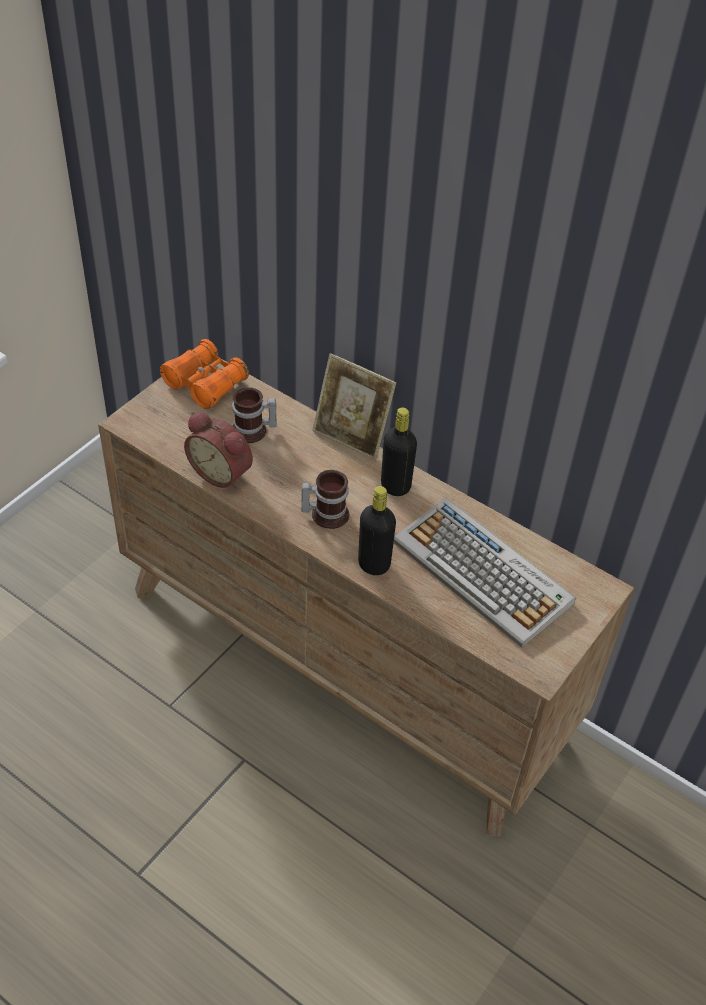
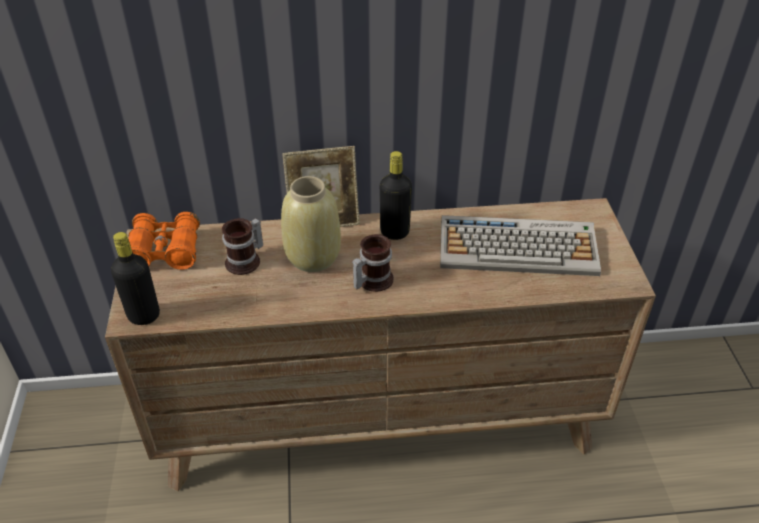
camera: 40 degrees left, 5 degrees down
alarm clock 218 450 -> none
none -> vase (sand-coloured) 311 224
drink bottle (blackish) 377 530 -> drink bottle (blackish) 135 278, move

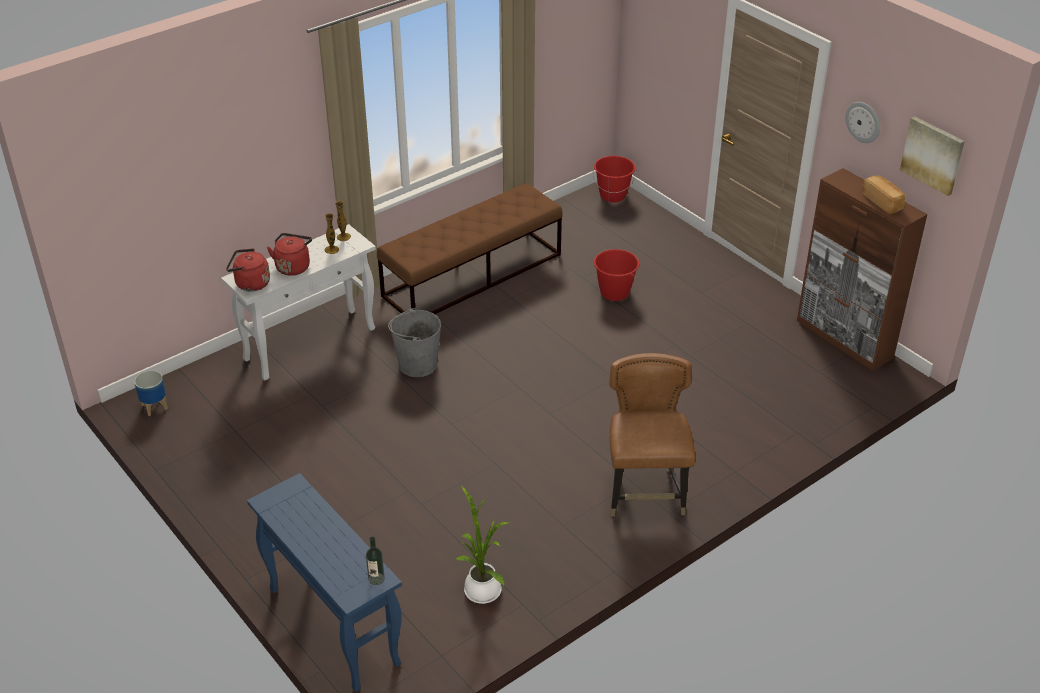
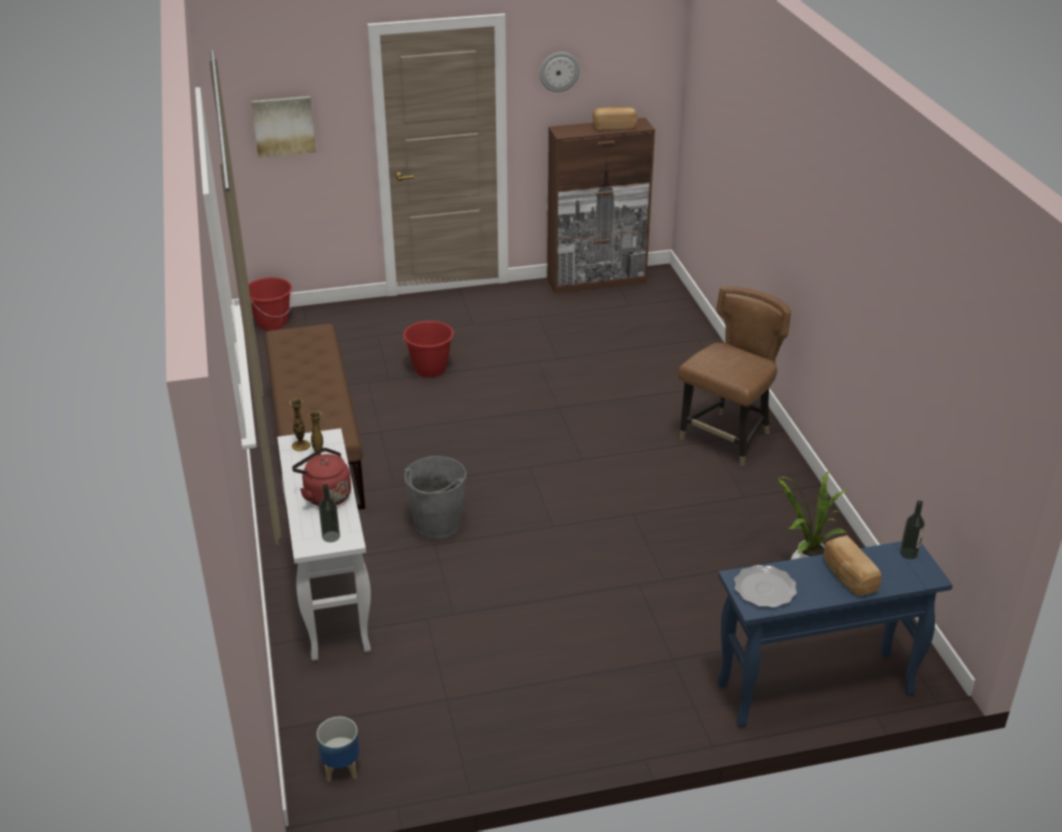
camera: 65 degrees left, 5 degrees down
none -> dinner plate 765 586
none -> bread 852 565
wall art 932 156 -> wall art 283 127, move
water kettle (red) 248 269 -> drink bottle 329 513
upright chair (brownish) 652 435 -> upright chair (brownish) 734 376, 105 degrees clockwise

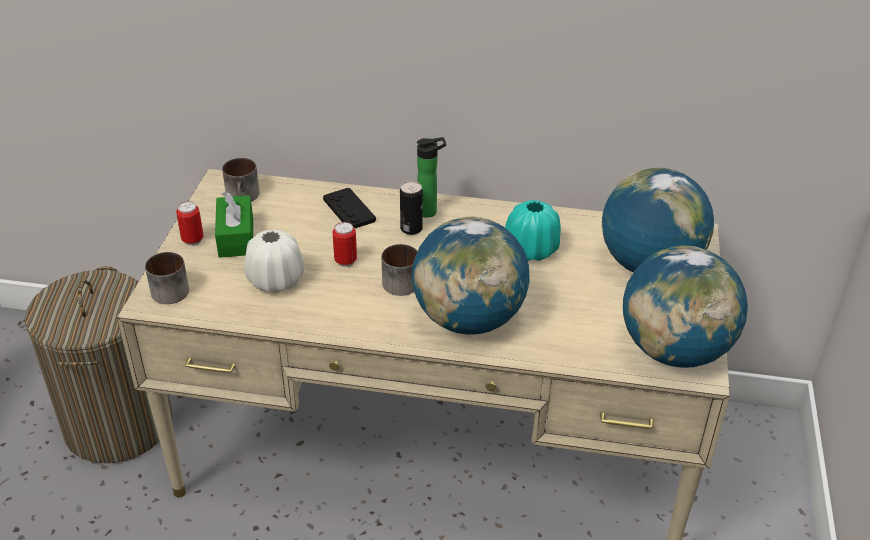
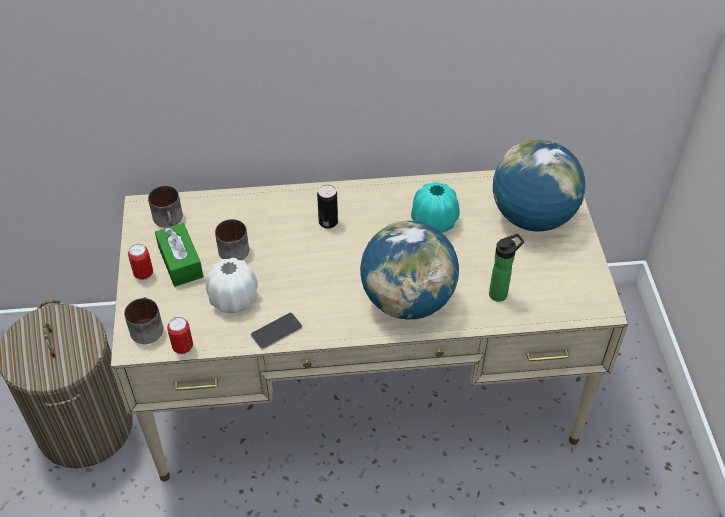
camera: 15 degrees left, 10 degrees up
gamepad (blackish) 349 208 -> none
world globe 685 307 -> none
none -> phone 277 331
sealed can 344 244 -> sealed can 180 335, move
coffee mug 400 270 -> coffee mug 232 239, move
drink bottle 431 177 -> drink bottle 506 268, move

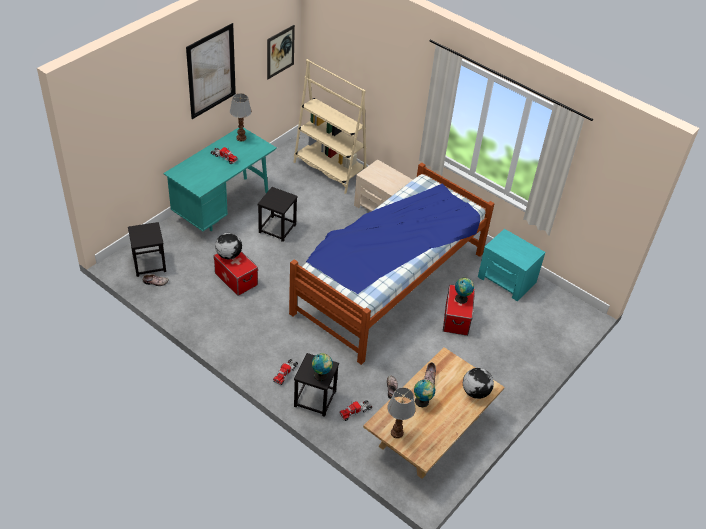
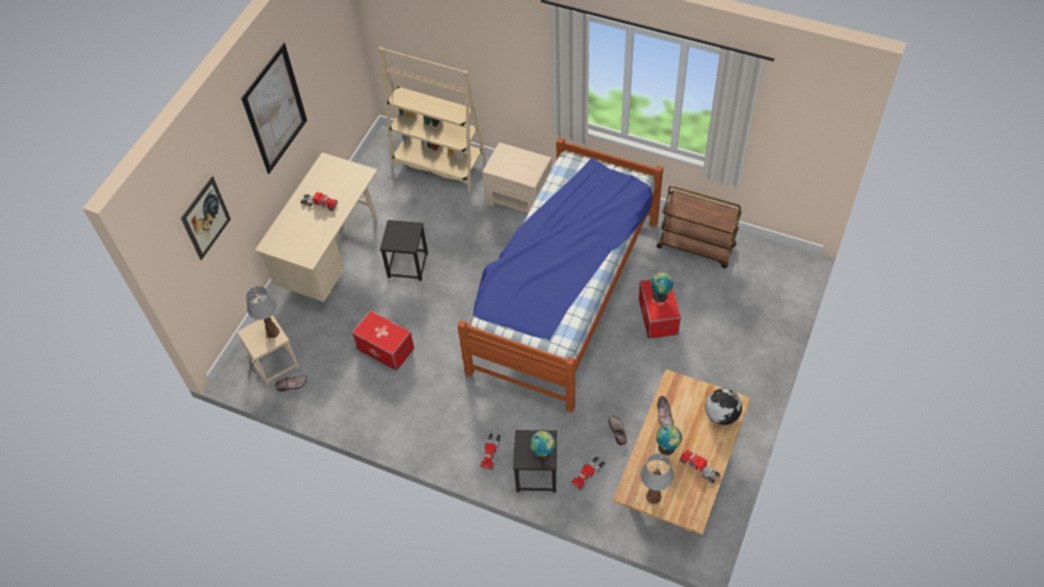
camera: 10 degrees left, 10 degrees up
world globe 228 246 -> none
none -> toy lorry 699 467
tabletop lamp 241 117 -> tabletop lamp 263 312, move
wall art 281 52 -> wall art 206 218, move
night table (blue-green) 511 265 -> wheeled cart (brownish) 699 226
stool seat (blackish) 147 249 -> stool seat (sand-coloured) 268 350
desk unit (blue-green) 220 179 -> desk unit (sand-coloured) 316 227

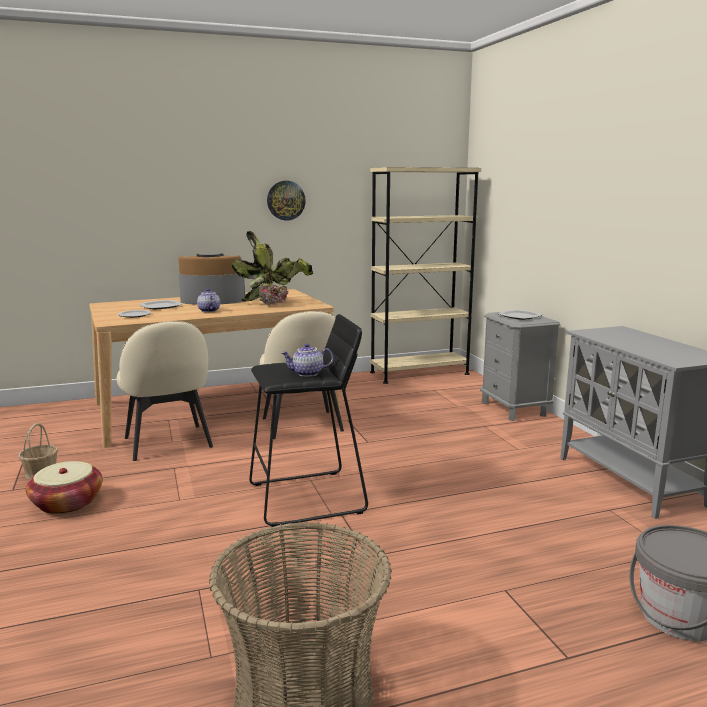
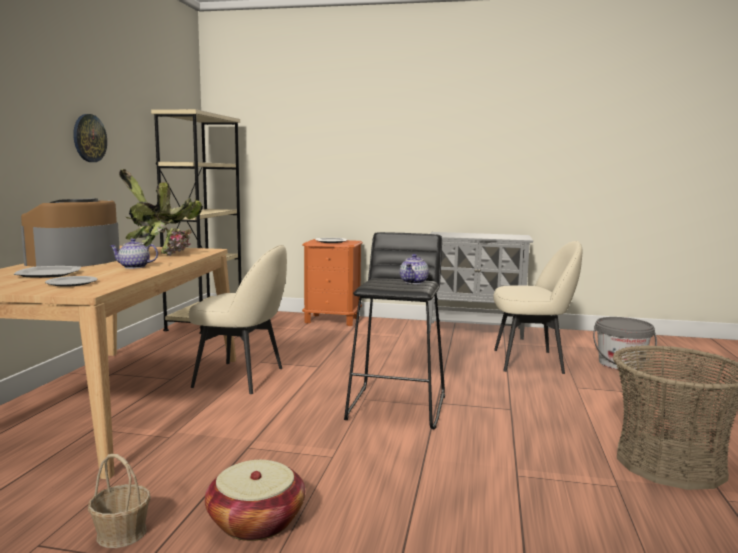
camera: 60 degrees left, 5 degrees down
upright chair (sand-coloured) 165 391 -> upright chair (sand-coloured) 537 307, move
night table (grey) 520 365 -> night table (orange) 332 282

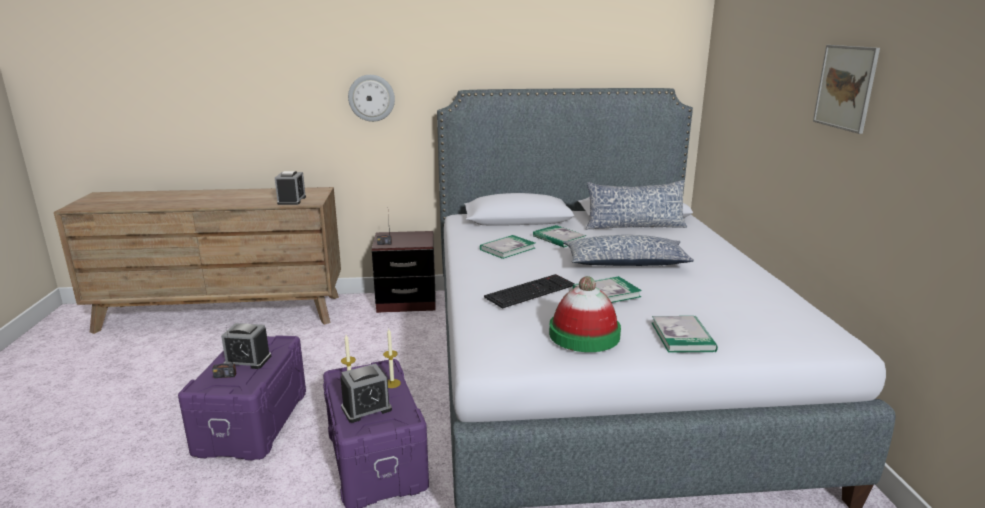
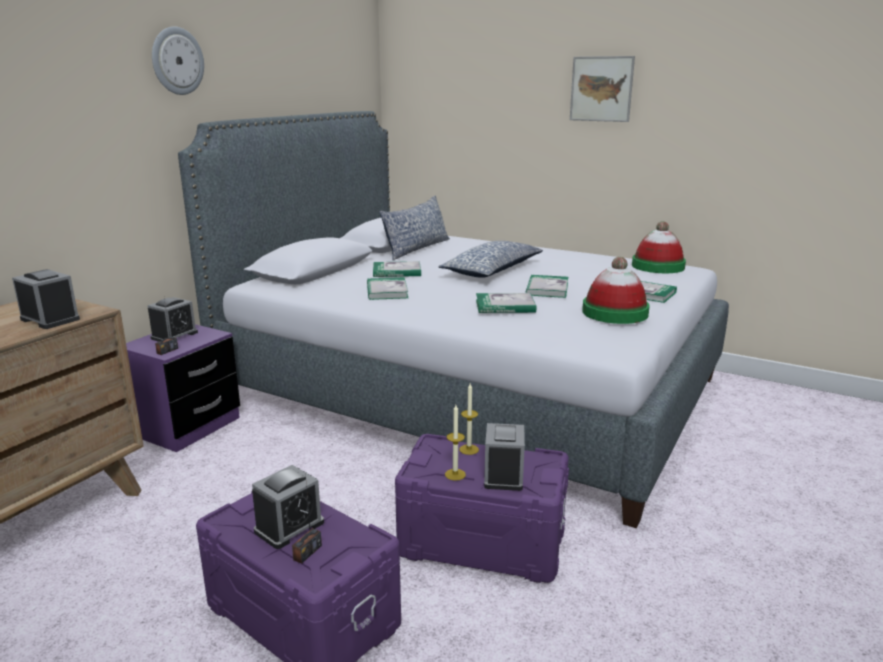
camera: 55 degrees left, 0 degrees up
none -> alarm clock 173 319
none -> clothing hat 659 247
clock on the wall 371 98 -> clock on the wall 178 60, move
keyboard 529 291 -> book 506 303
night table (brownish) 404 272 -> night table (purplish) 183 388

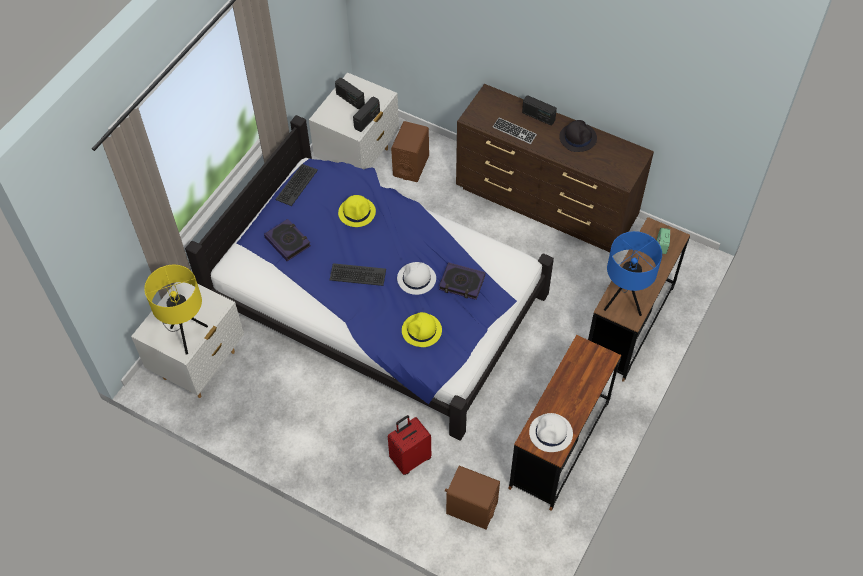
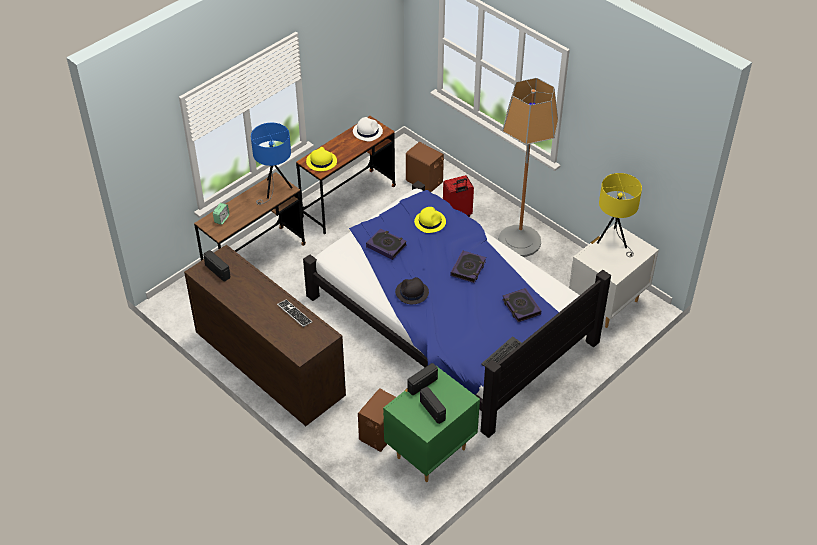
camera: 165 degrees left, 10 degrees down
clothing hat (white-coloured) 416 278 -> none
none -> standing lamp 528 167
clothing hat (yellow) 357 211 -> clothing hat (yellow) 321 159, move
radio set 539 110 -> radio set 216 265, move
clothing hat (blackish) 578 136 -> clothing hat (blackish) 412 290, move
keyboard 358 274 -> book 468 266
night table (white-coloured) 354 121 -> night table (greenish) 431 424

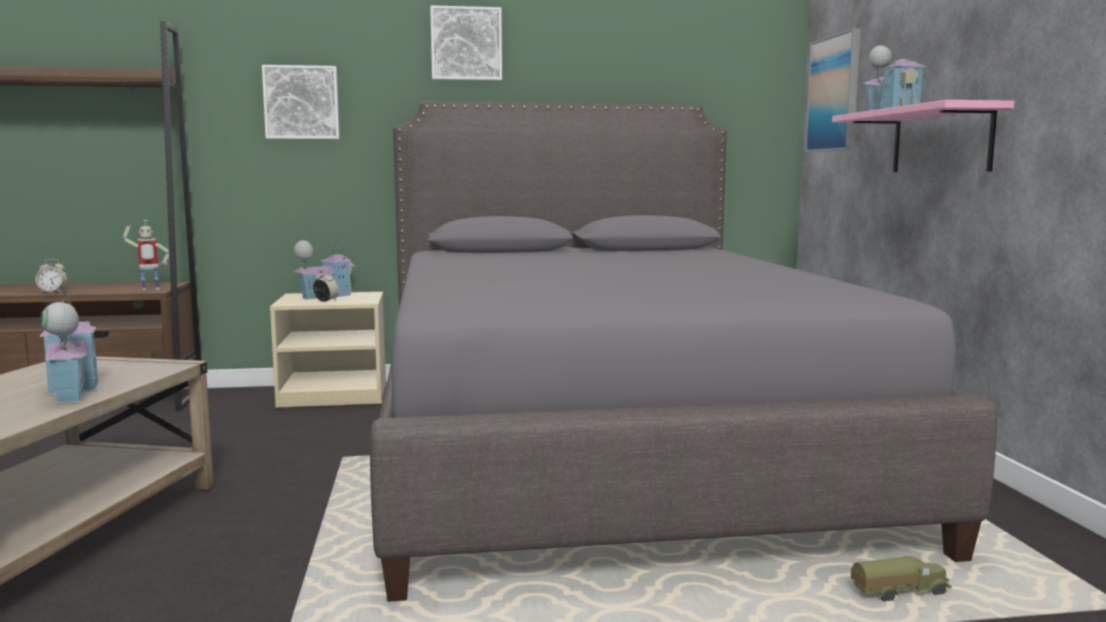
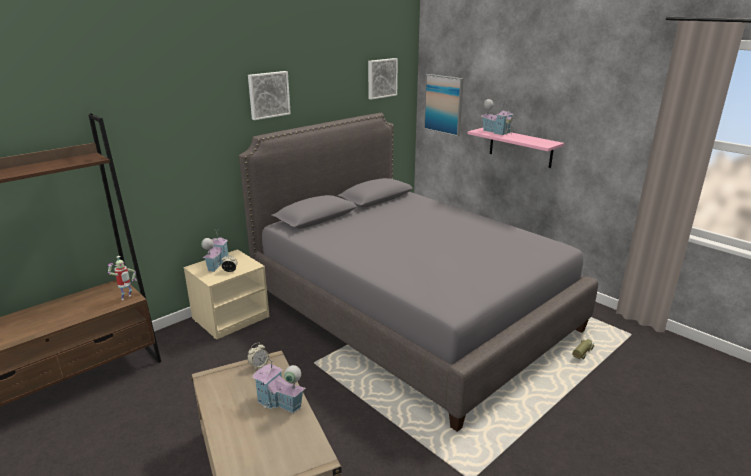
camera: 35 degrees left, 15 degrees up
alarm clock 52 276 -> alarm clock 258 356, move
wall art 301 102 -> wall art 383 79, move

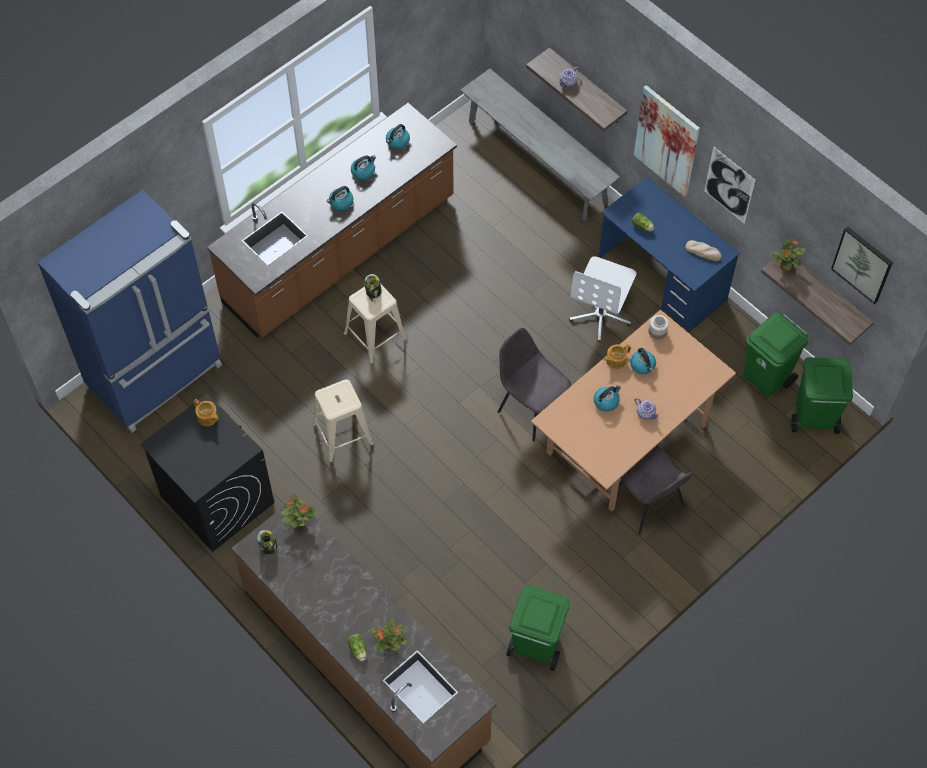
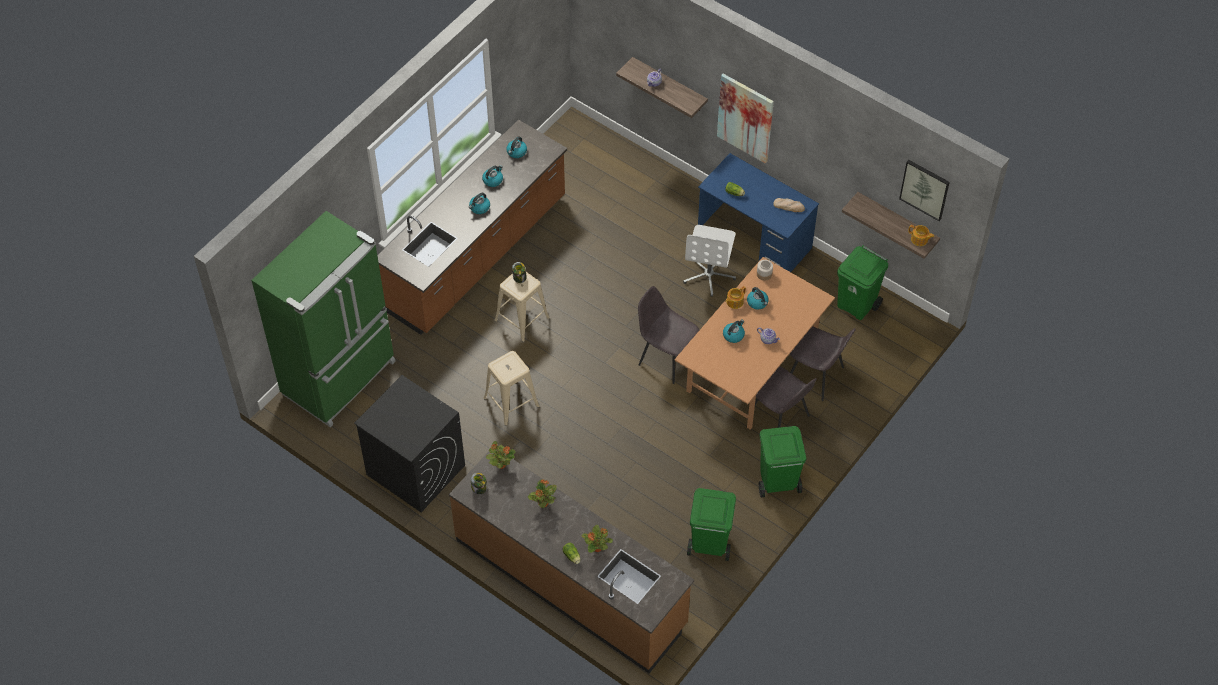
camera: 10 degrees left, 5 degrees down
indoor bench (grey) 540 144 -> none
wall art 729 185 -> none
none -> upright chair (grey) 823 363
pot for tea 206 412 -> pot for tea 921 235, move
plant in a pot 788 255 -> plant in a pot 542 493, move
waste bin (greenish) 822 395 -> waste bin (greenish) 782 462, move
kitchen fridge (blue-coloured) 130 311 -> kitchen fridge (greenish) 323 319

